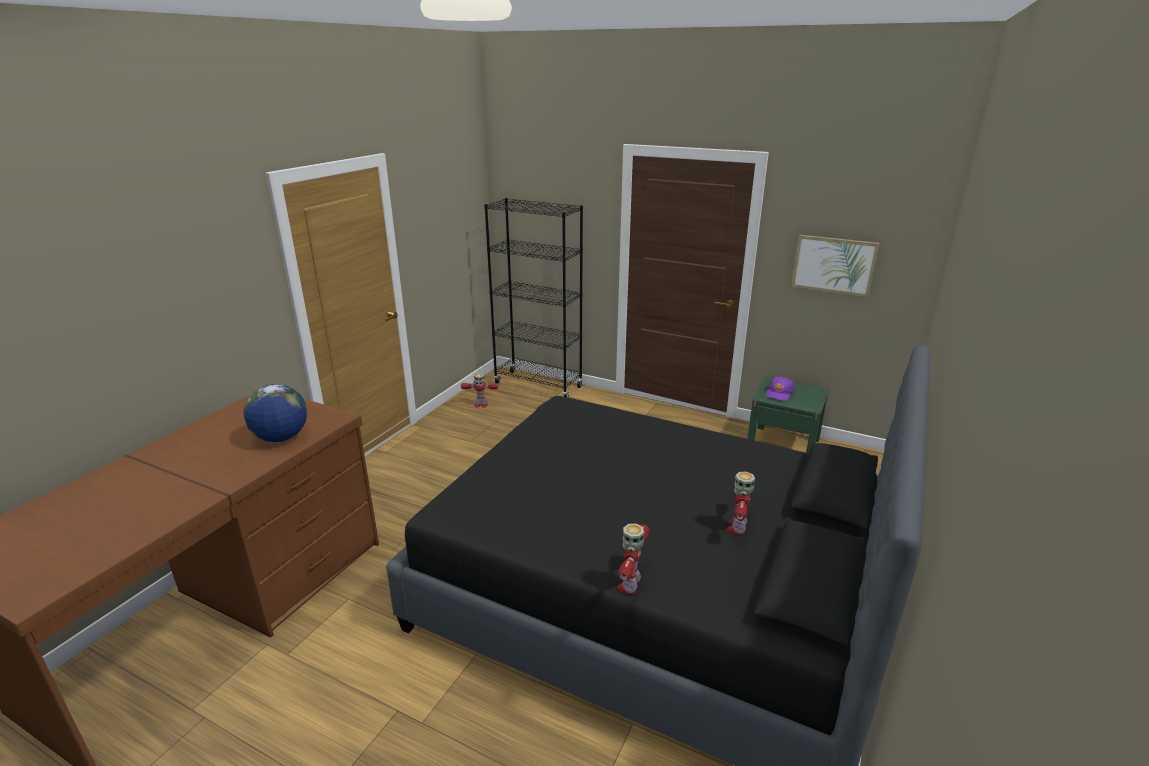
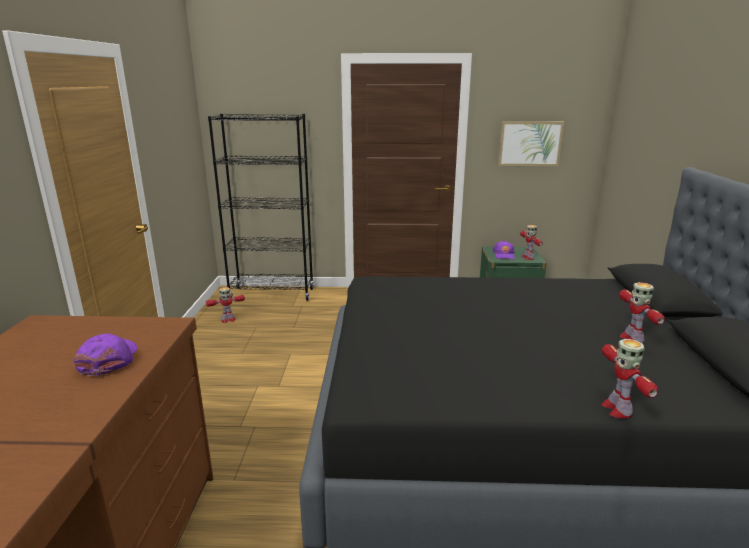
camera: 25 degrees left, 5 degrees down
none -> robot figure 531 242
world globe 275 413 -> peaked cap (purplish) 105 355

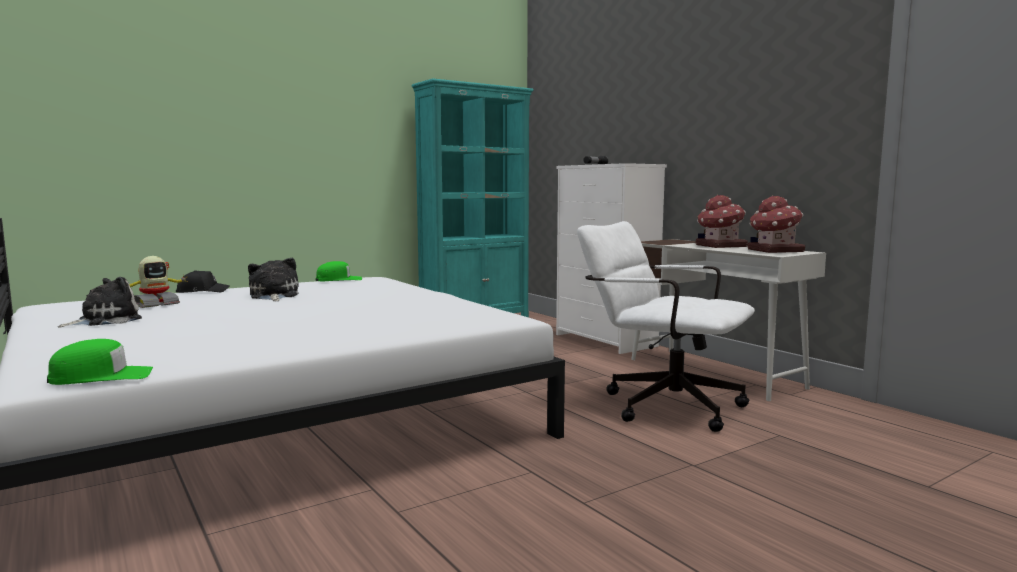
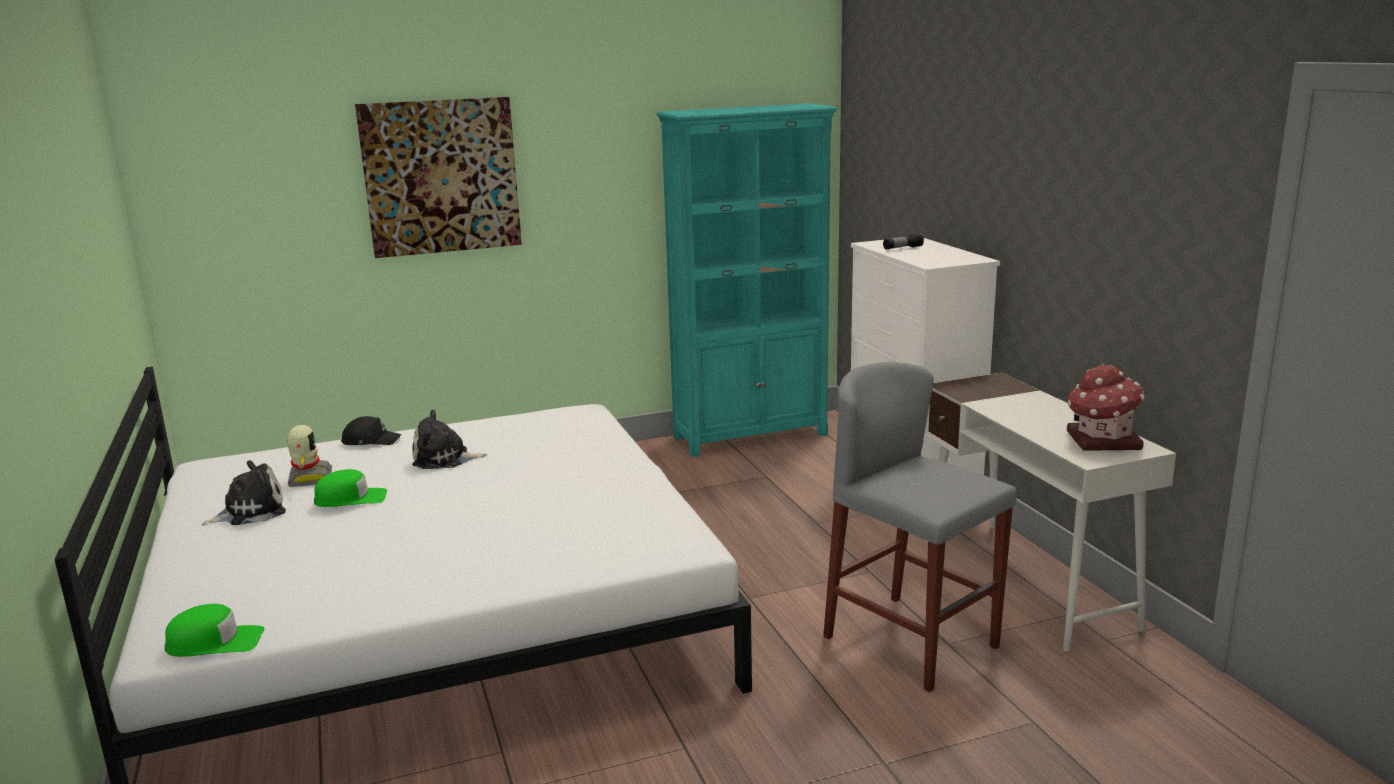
camera: 15 degrees right, 10 degrees up
toy house 722 221 -> none
none -> wall art 438 177
peaked cap (greenish) 339 271 -> peaked cap (greenish) 350 488, move
office chair (white-coloured) 666 326 -> stool seat (grey) 920 527
robot figure 158 282 -> robot figure 309 456, 75 degrees counterclockwise
soft toy 273 279 -> soft toy 449 439, 90 degrees counterclockwise

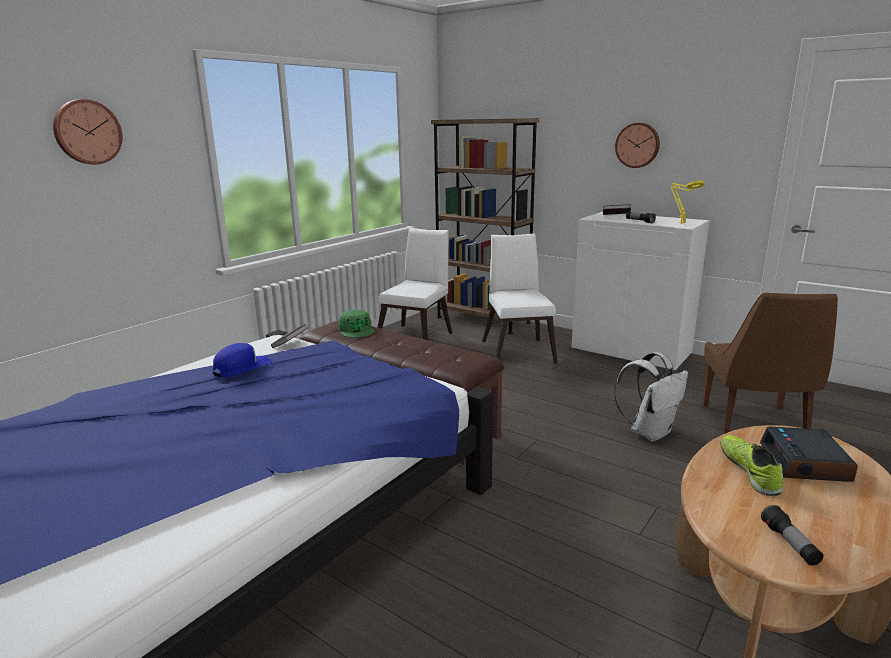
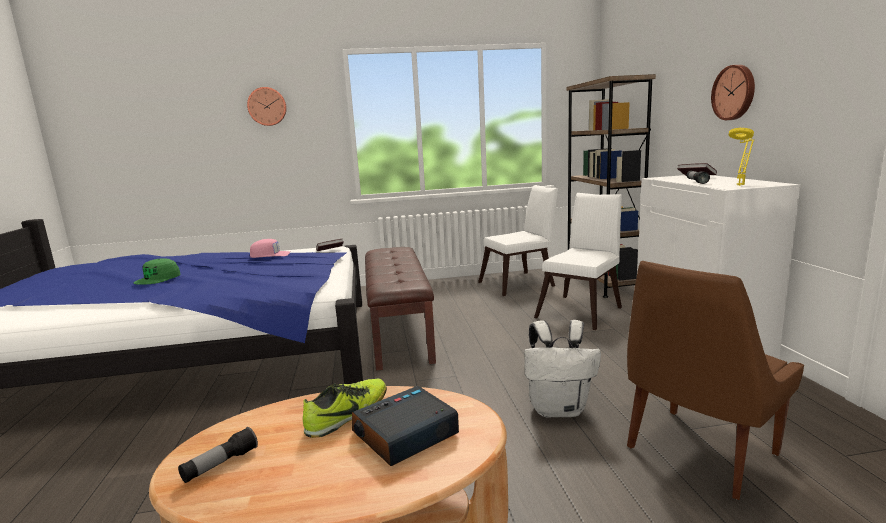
camera: 45 degrees right, 5 degrees down
peaked cap (greenish) 356 324 -> peaked cap (greenish) 157 271, move
peaked cap (blue-coloured) 242 360 -> peaked cap (pink-coloured) 270 248

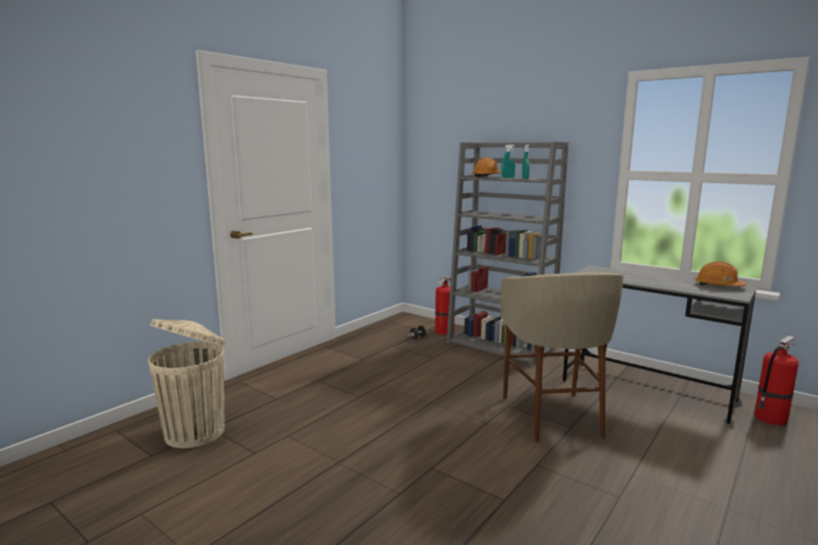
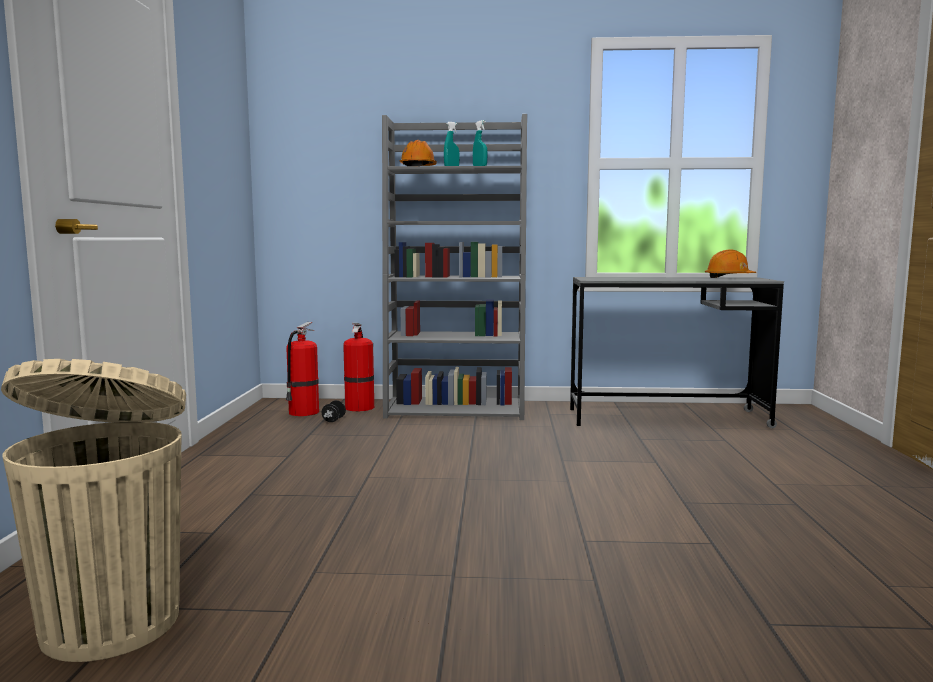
camera: 35 degrees left, 5 degrees down
stool seat (sand-coloured) 562 357 -> none
fire-fighting cylinder 776 380 -> fire-fighting cylinder 302 369, move

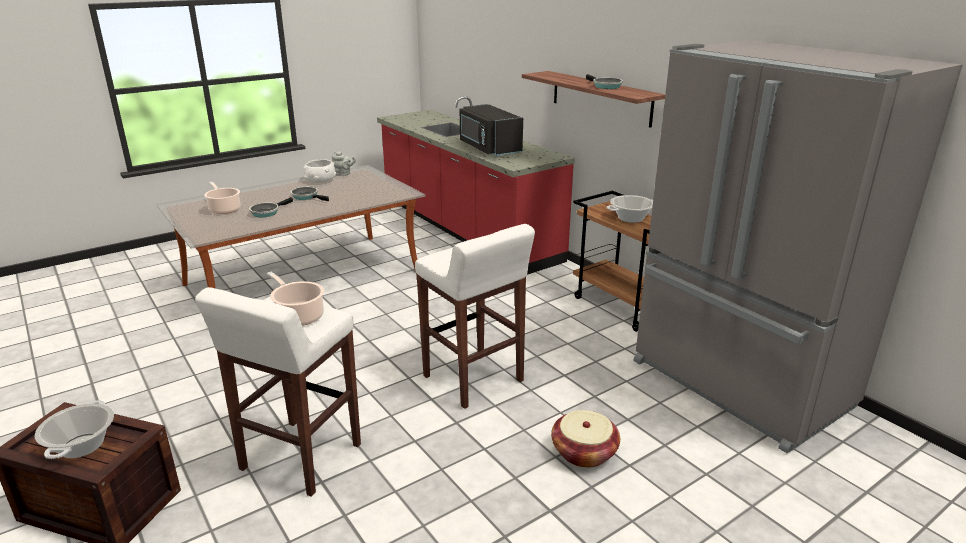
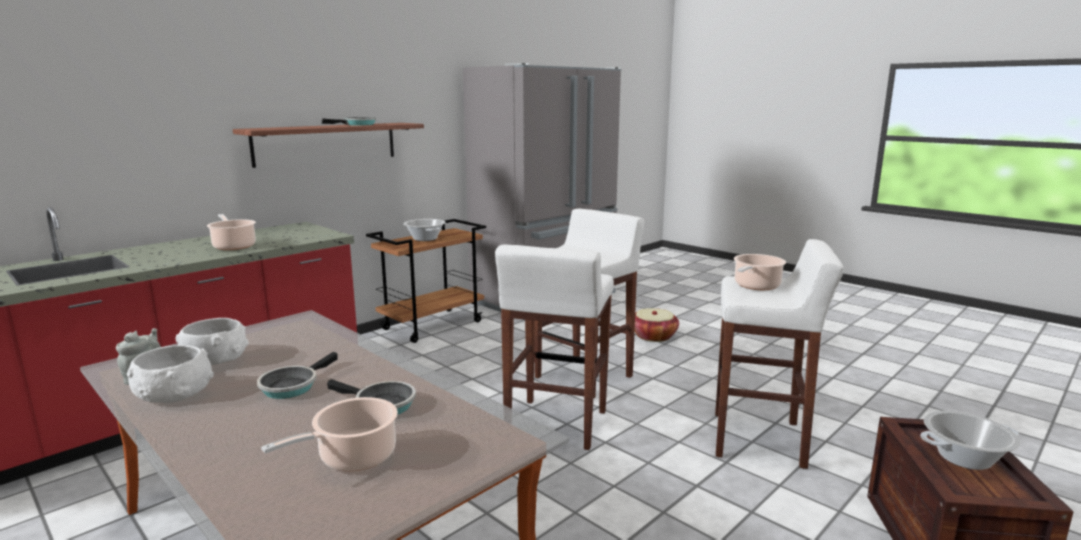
camera: 100 degrees left, 10 degrees down
none -> bowl (white-coloured) 212 341
none -> stool seat (white-coloured) 554 347
microwave (blackish) 491 130 -> stockpot 231 232

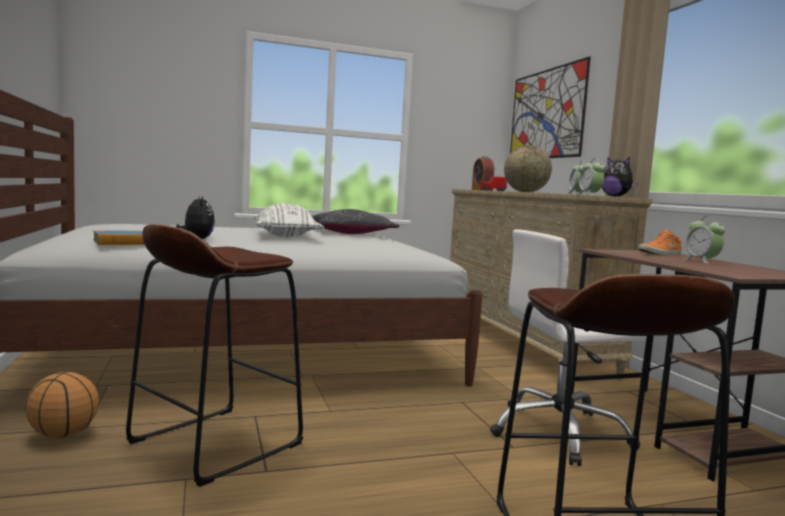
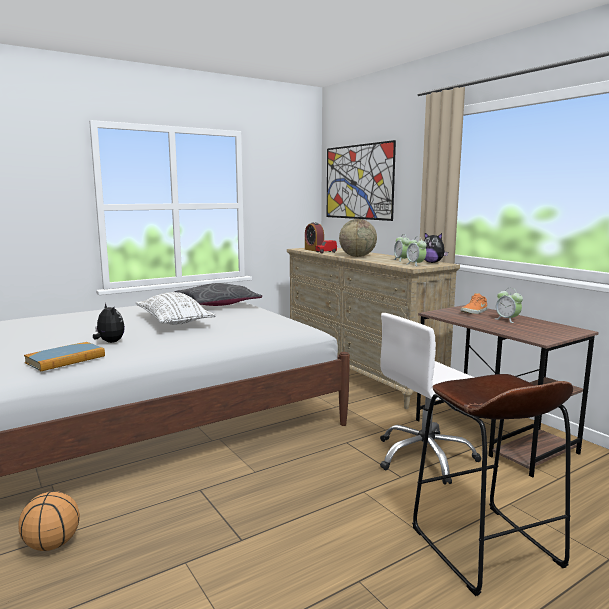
camera: 15 degrees left, 5 degrees up
stool seat (brownish) 214 355 -> none

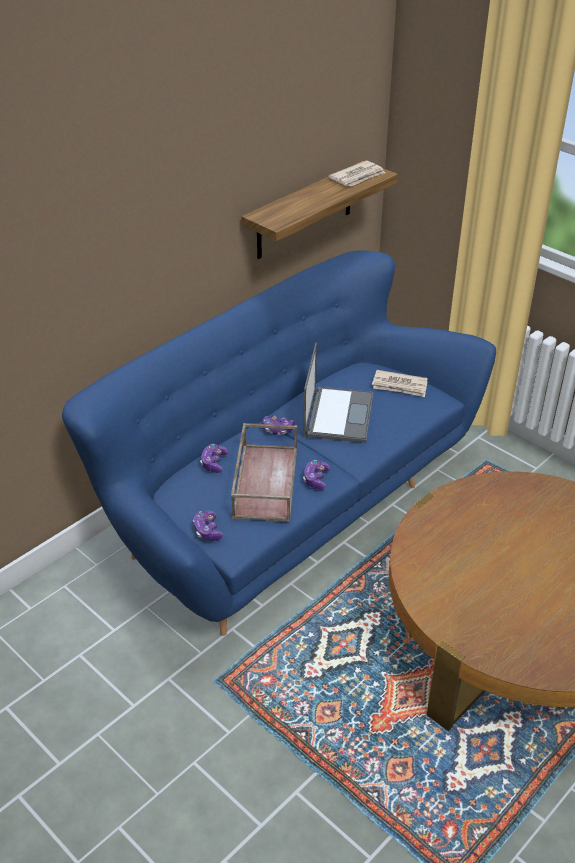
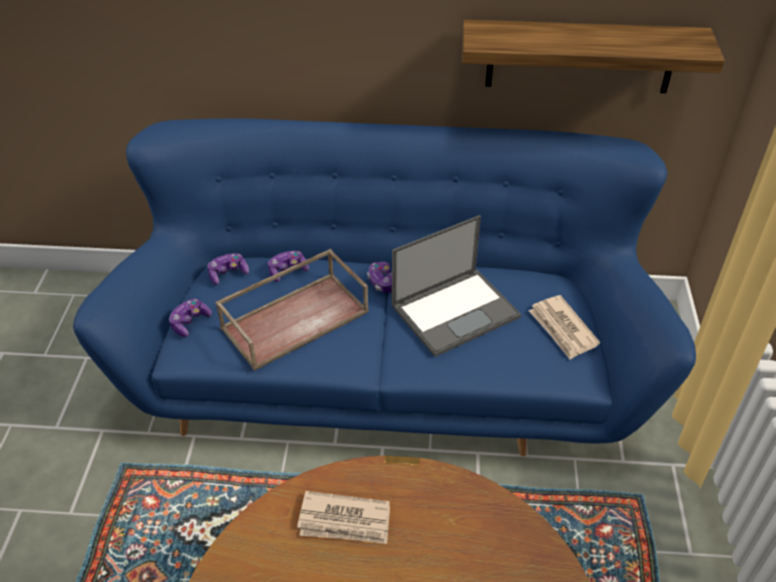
camera: 50 degrees right, 5 degrees up
gamepad 316 475 -> gamepad 228 269, move
daily paper 356 173 -> daily paper 343 517, move

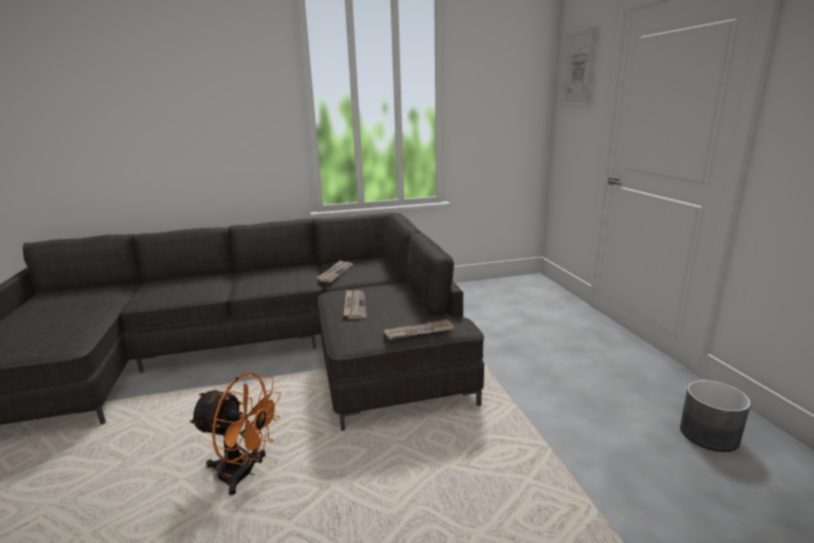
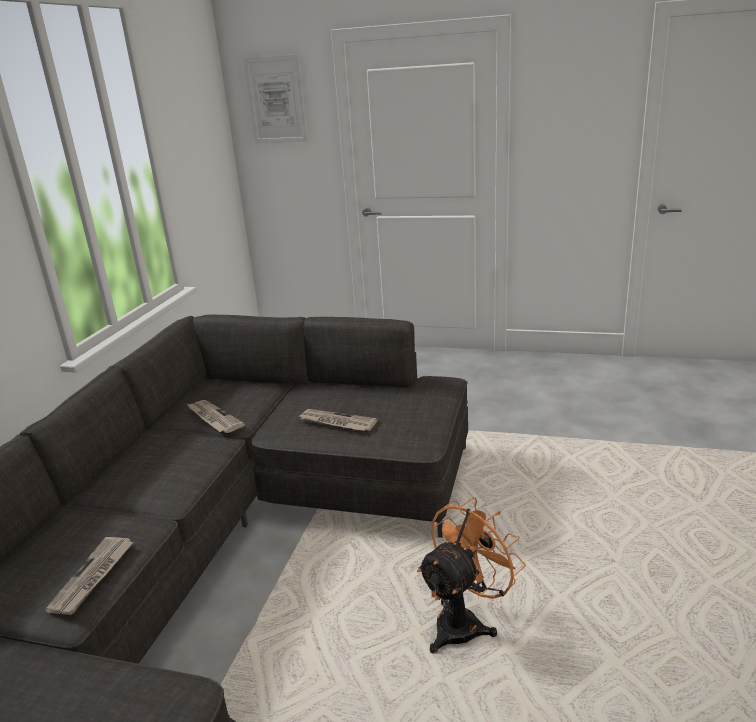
camera: 60 degrees left, 5 degrees up
plant pot (grey) 715 416 -> none
daily paper 419 329 -> daily paper 89 576, move

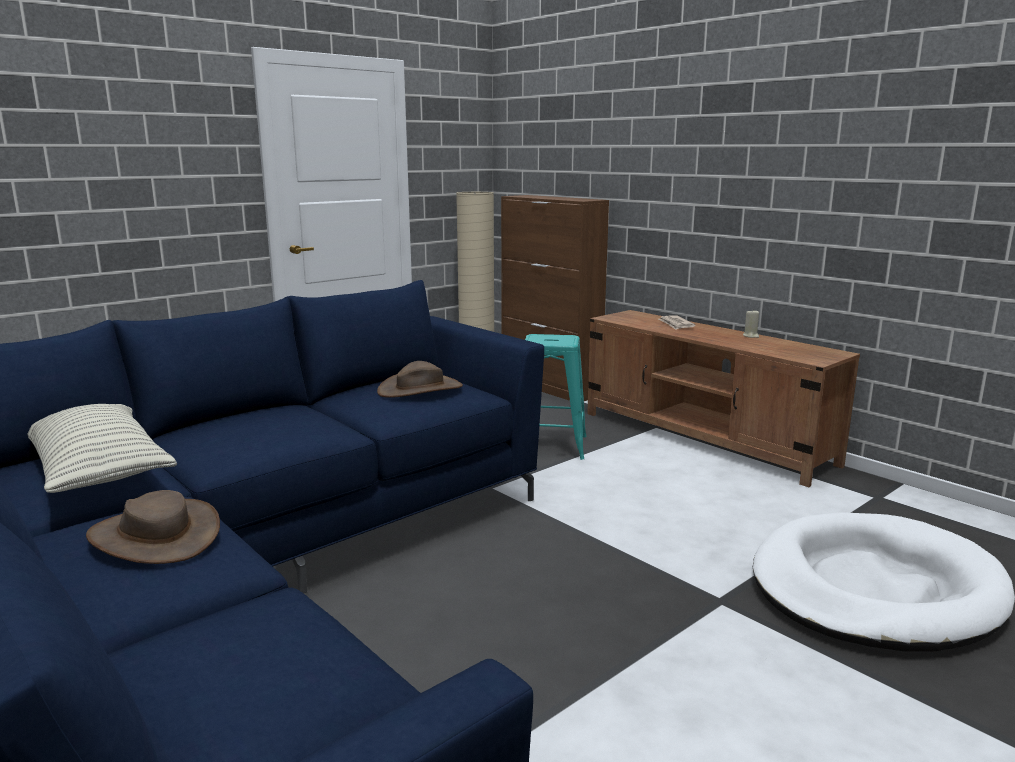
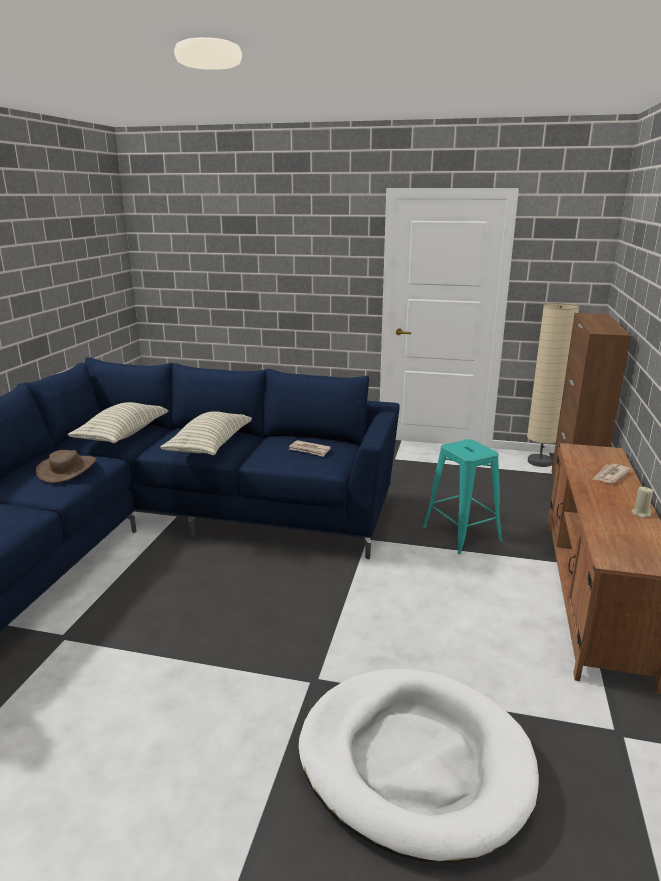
camera: 55 degrees right, 5 degrees up
none -> throw pillow 206 433
clothing hat (brownish) 420 379 -> daily paper 310 448

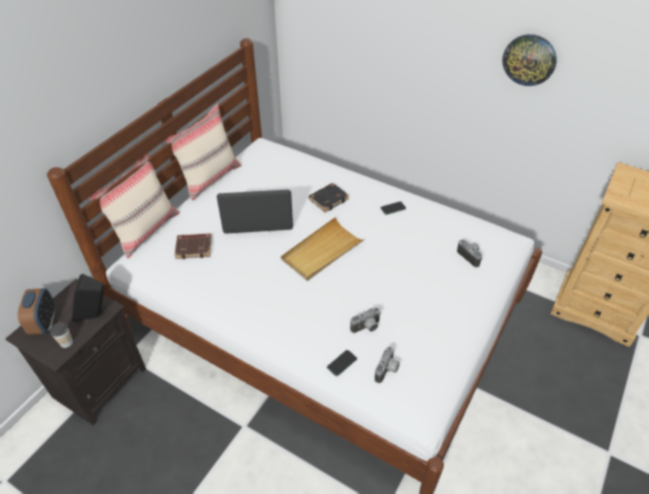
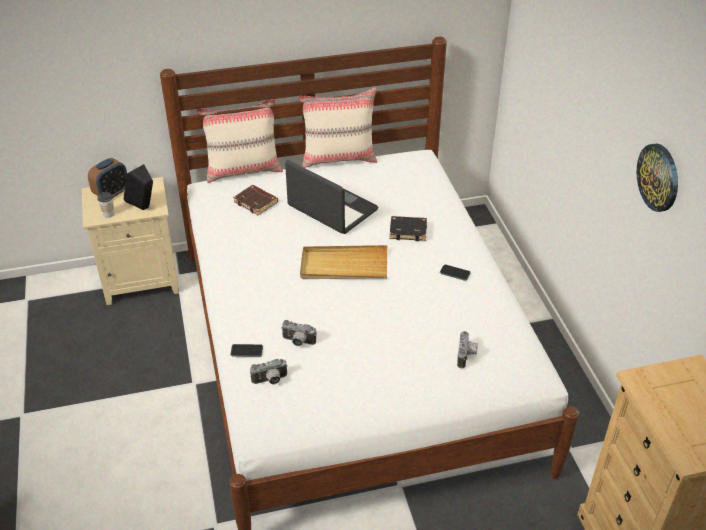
camera: 45 degrees right, 5 degrees down
night table (blackish) 75 352 -> night table (sand-coloured) 130 241

